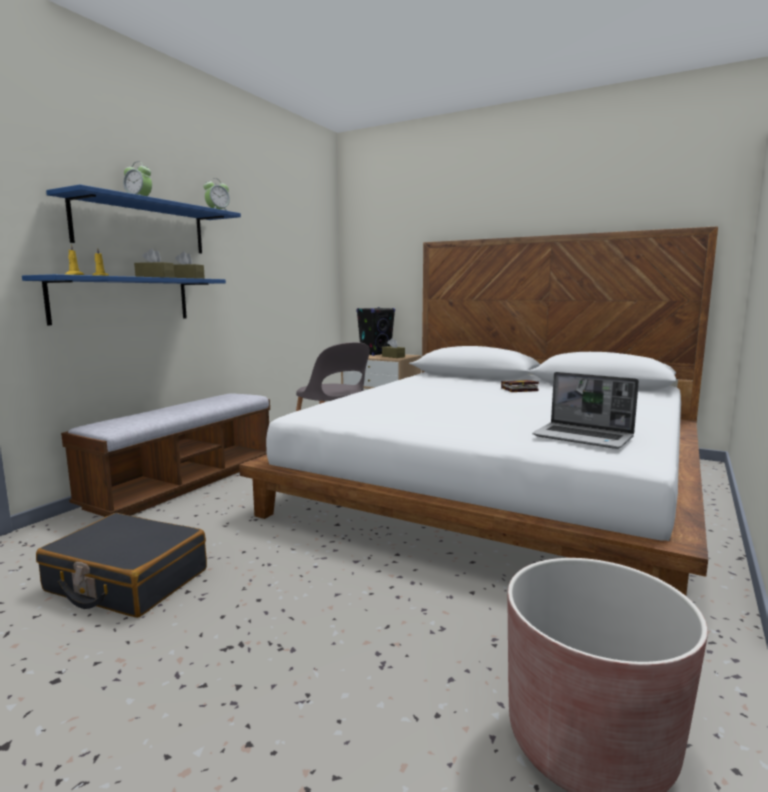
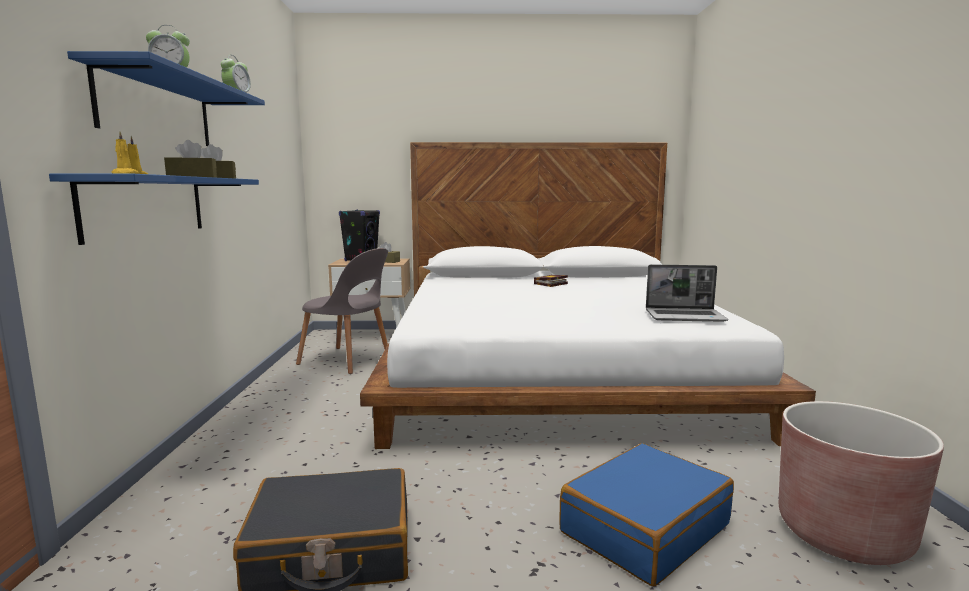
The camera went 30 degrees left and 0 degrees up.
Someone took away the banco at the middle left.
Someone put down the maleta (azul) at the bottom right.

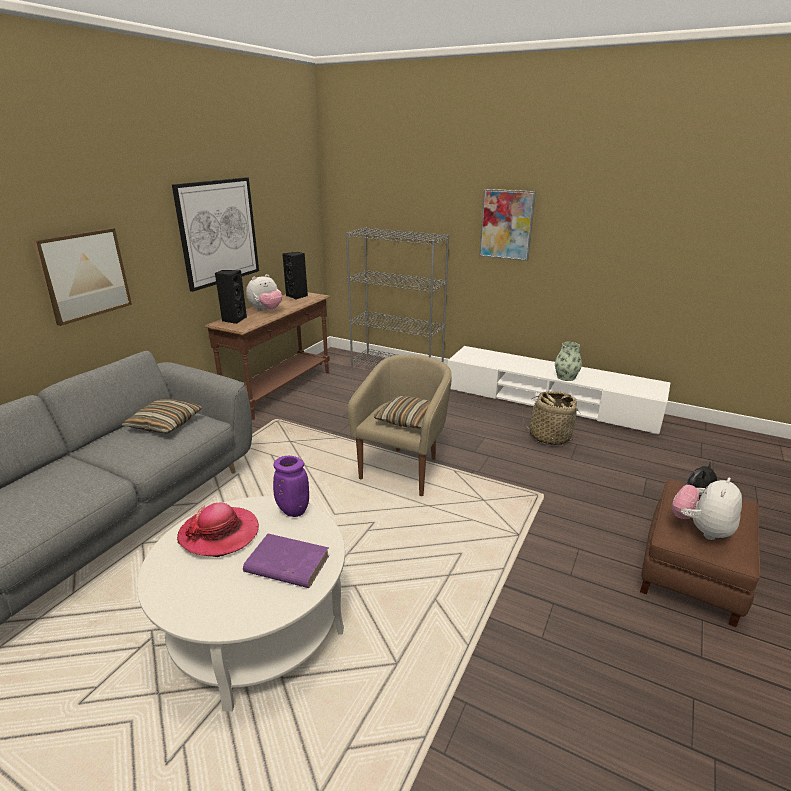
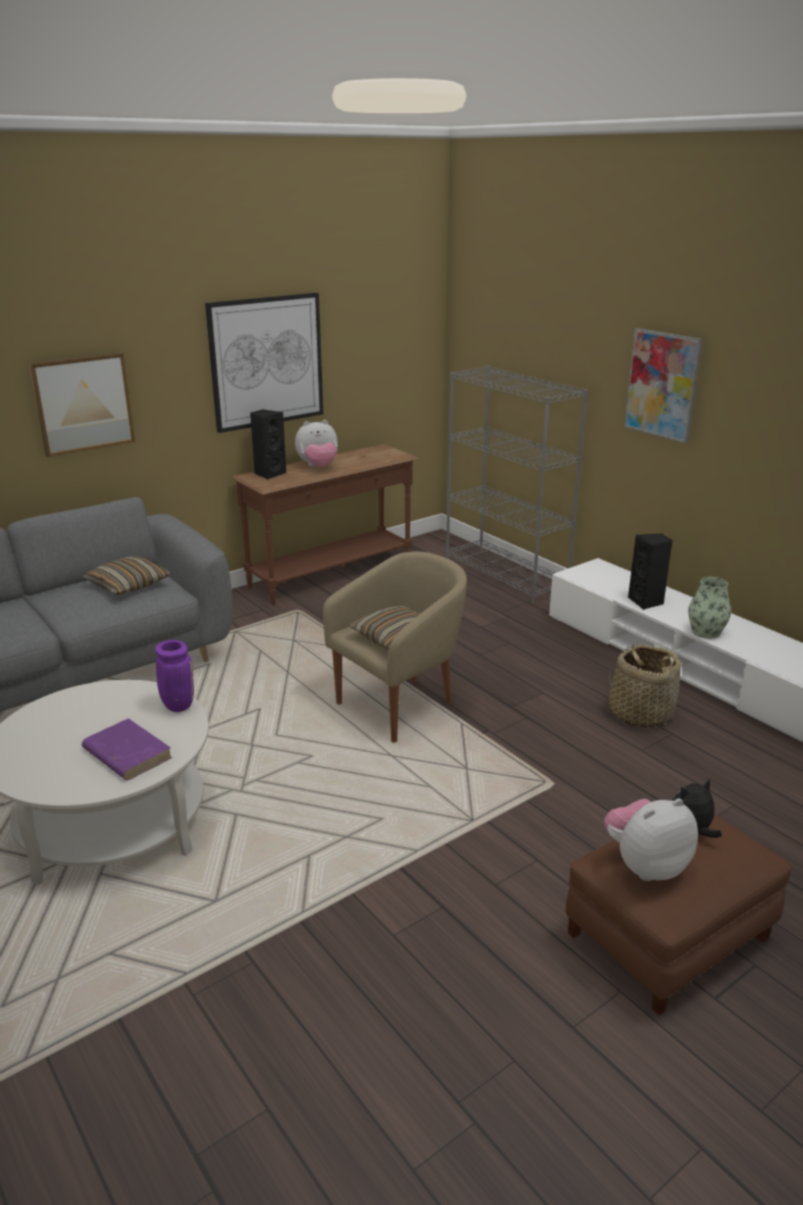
The camera went 25 degrees right and 0 degrees up.
Someone took away the sombrero at the bottom left.
Someone carried the altavoz (negro) (2nd from left) from the centre to the middle right.

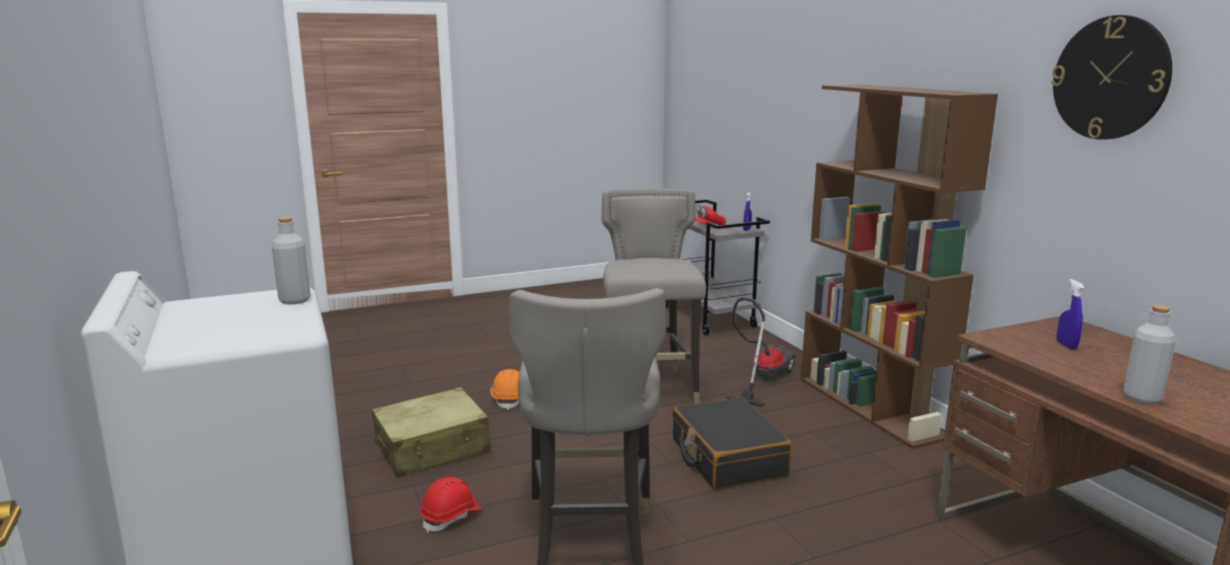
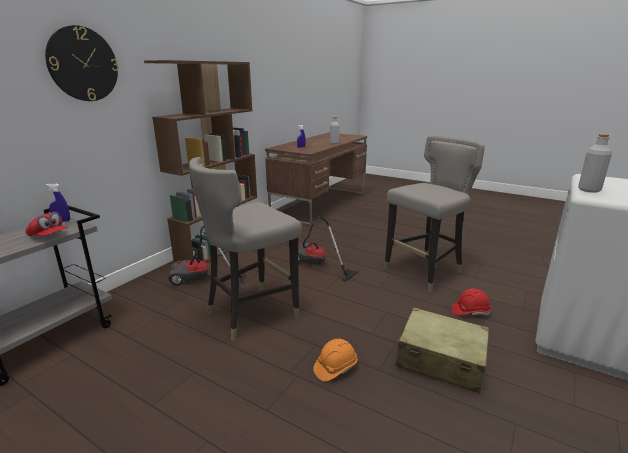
The camera went 125 degrees left and 5 degrees up.
Someone carried the reloj de pared from the top right to the top left.
Someone swapped the maleta (negro) at the bottom centre for the aspiradora (2nd from left) at the centre.

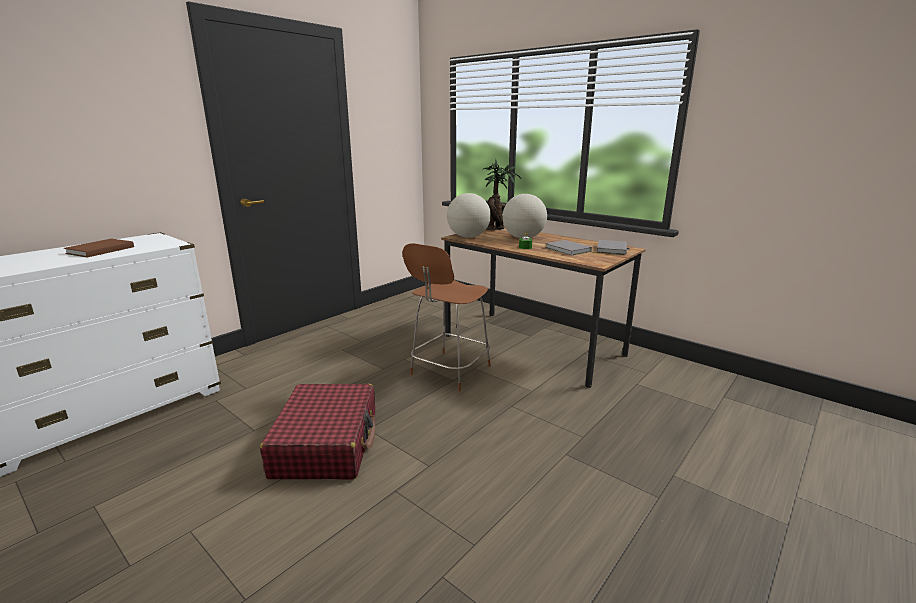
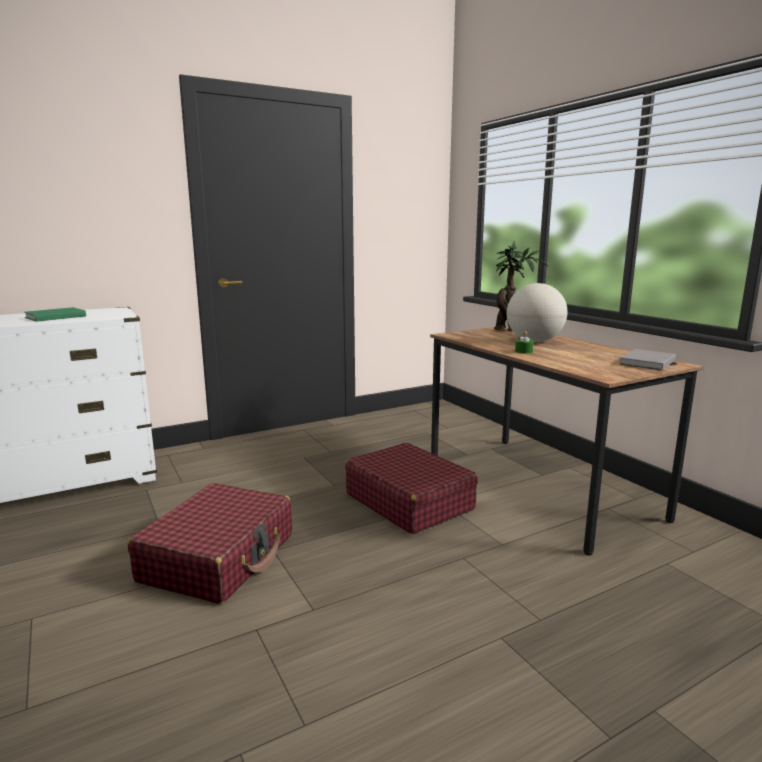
The camera went 20 degrees right and 5 degrees down.
Someone took away the globo terráqueo (1st from left) at the centre.
Someone took away the libro (gris) (1st from left) at the centre.
Someone swapped the silla (marrón) at the centre for the maleta (rojo) (2nd from left) at the centre.
Someone repainted the libro (marrón) at the middle left, which became the libro (verde) at the middle left.

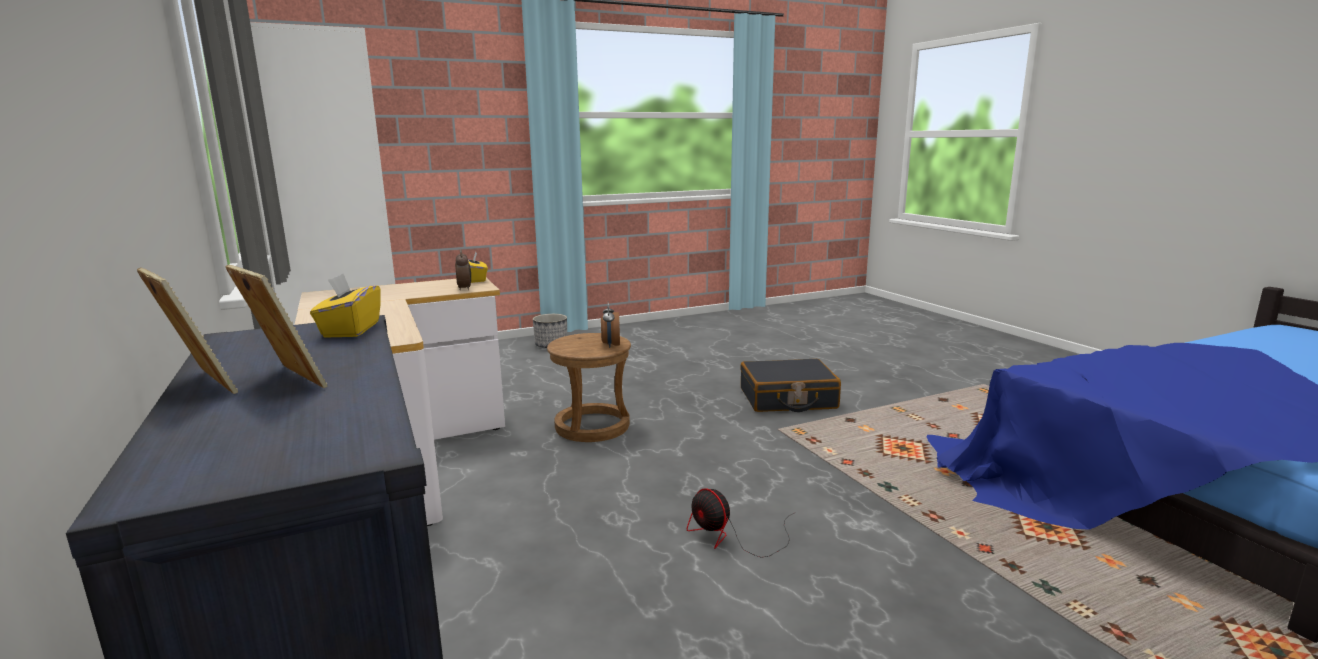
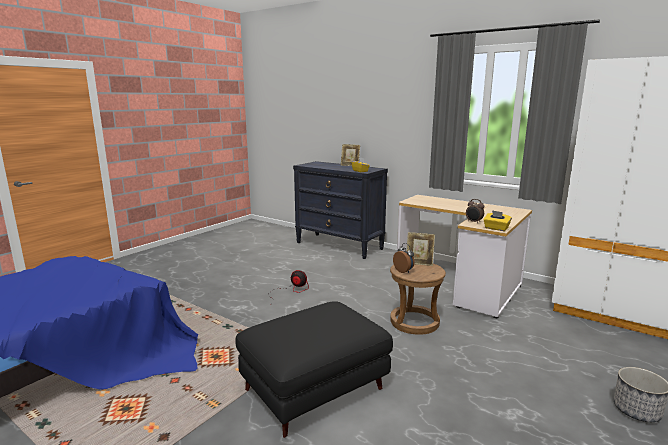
The camera went 150 degrees right and 0 degrees up.
Someone carried the portarretratos (2nd from left) from the middle left to the centre.
Someone swapped the maleta (negro) at the centre for the puf (negro) at the bottom centre.

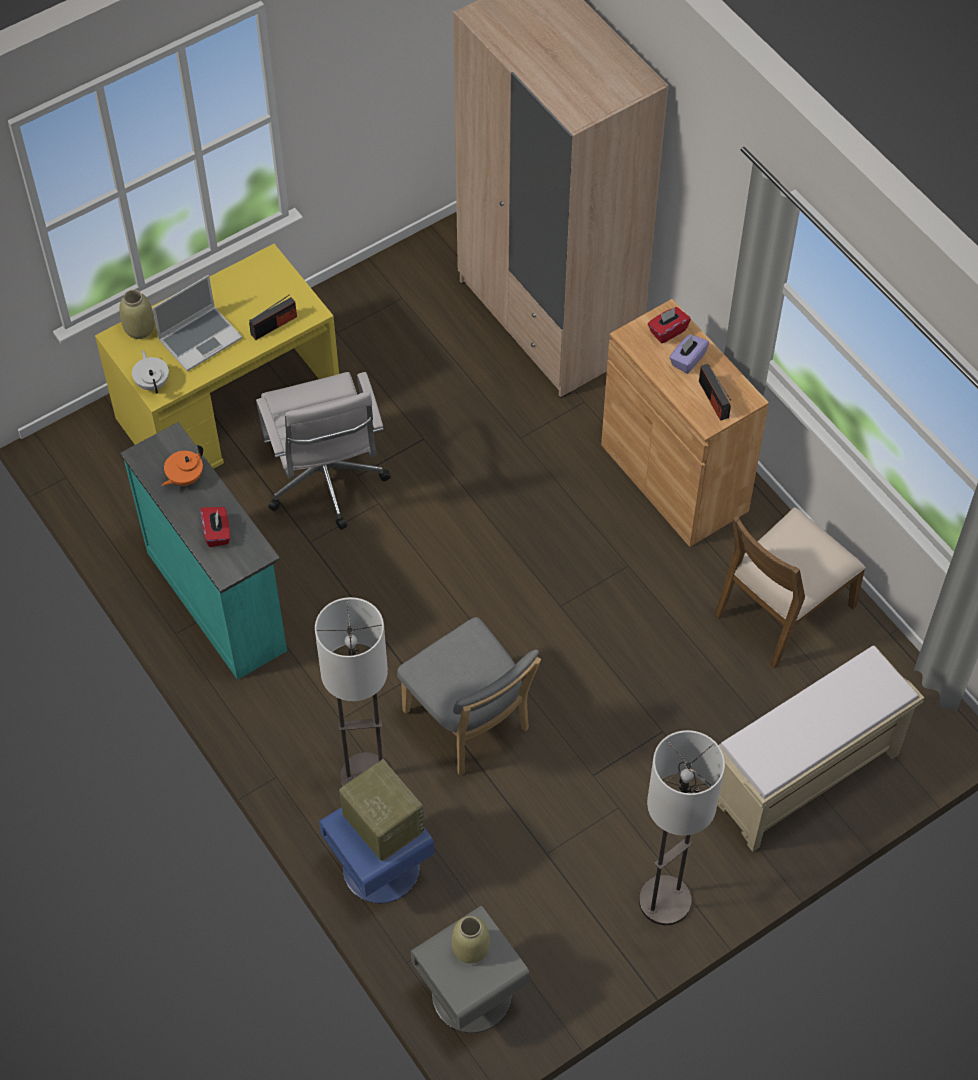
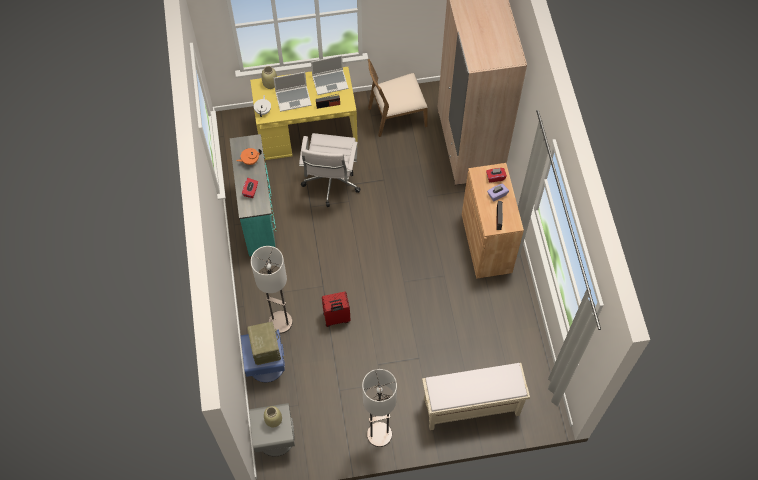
The camera went 25 degrees right and 5 degrees up.
Someone put down the portátil (2nd from left) at the top centre.
Someone carried the silla (marrón) from the middle right to the top centre.
Someone swapped the silla (gris) at the centre for the maleta (rojo) at the centre.

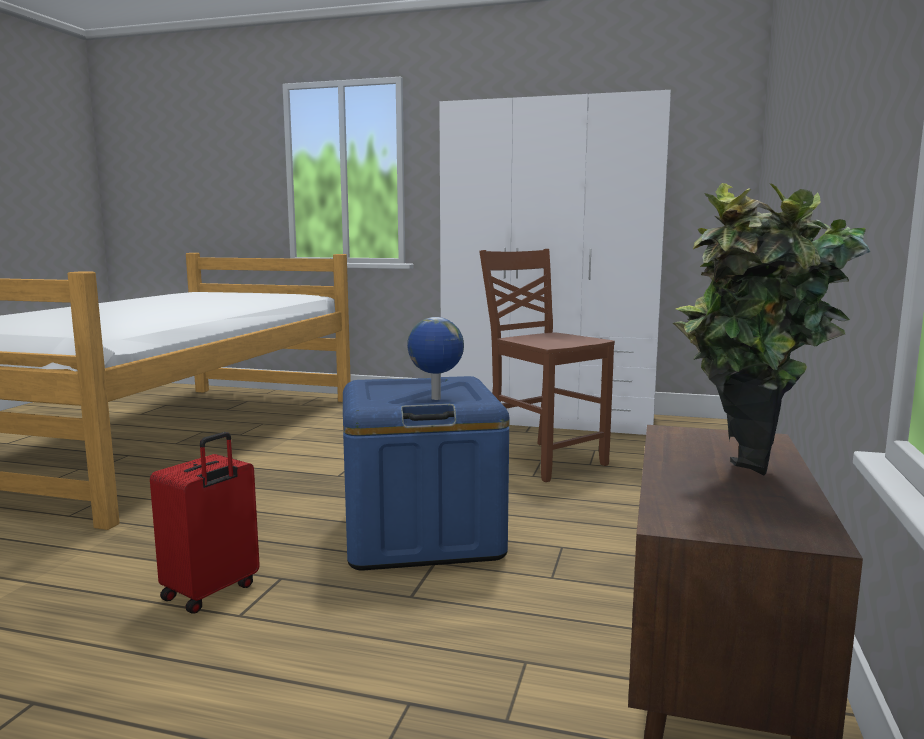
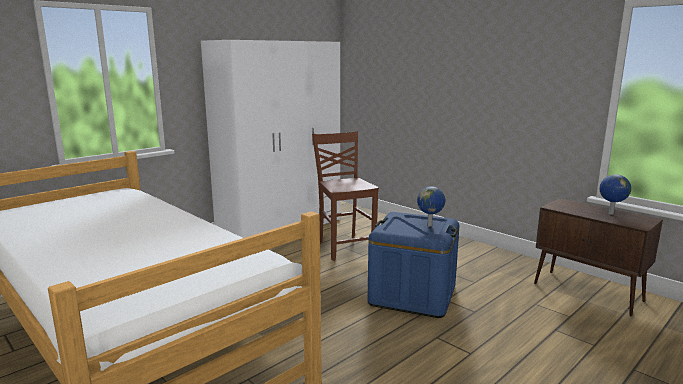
The camera went 60 degrees left and 5 degrees up.
Someone took away the maleta (rojo) at the bottom left.
Someone swapped the planta en maceta at the middle right for the globo terráqueo (2nd from left) at the middle right.
Someone rotated the silla (marrón) at the centre by 75 degrees clockwise.

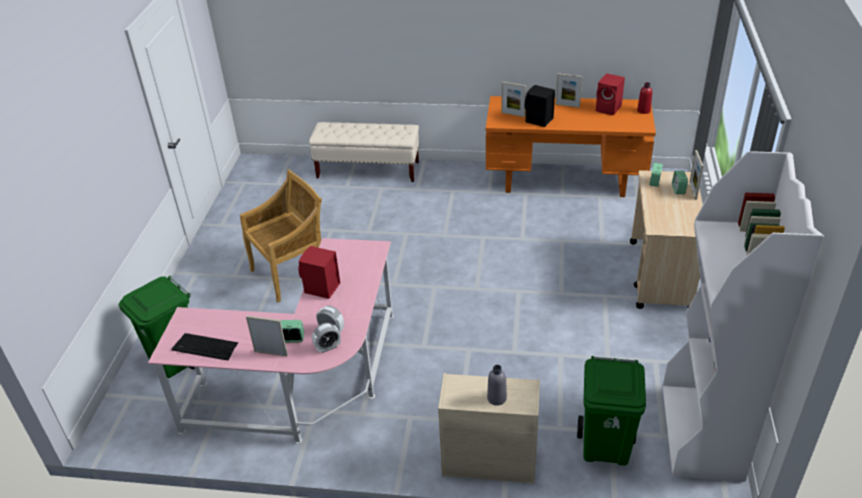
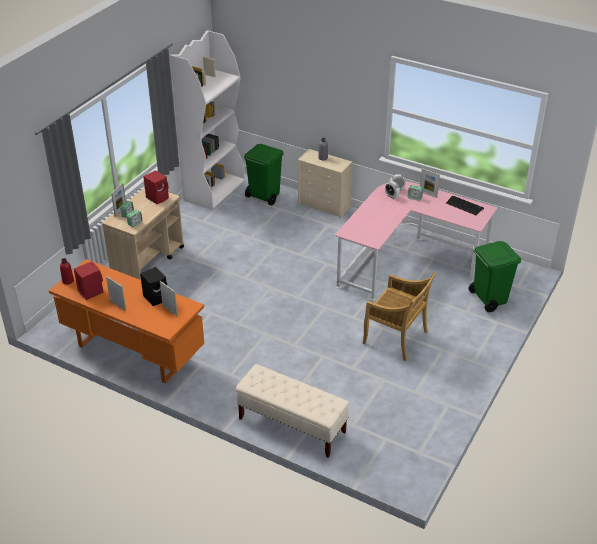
The camera went 160 degrees left and 0 degrees up.
Someone carried the altavoz (rojo) (1st from left in the first image) from the centre to the middle left.
Someone rotated the silla (beis) at the middle left by 135 degrees counterclockwise.

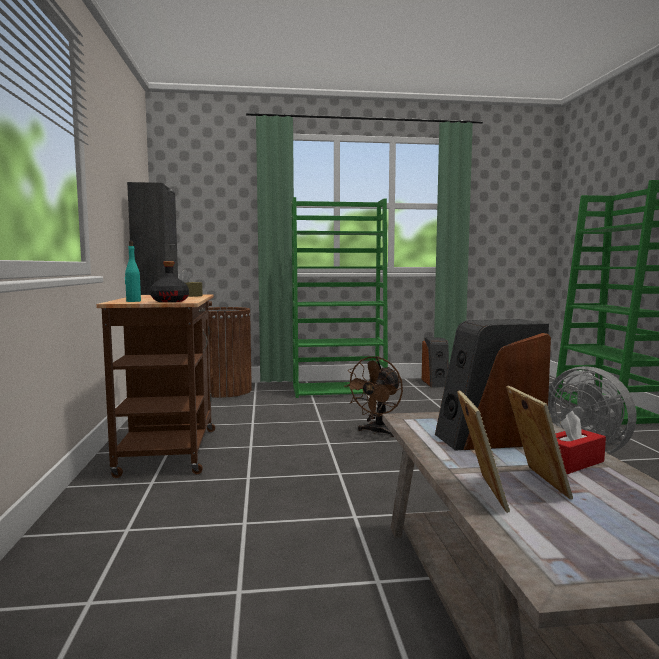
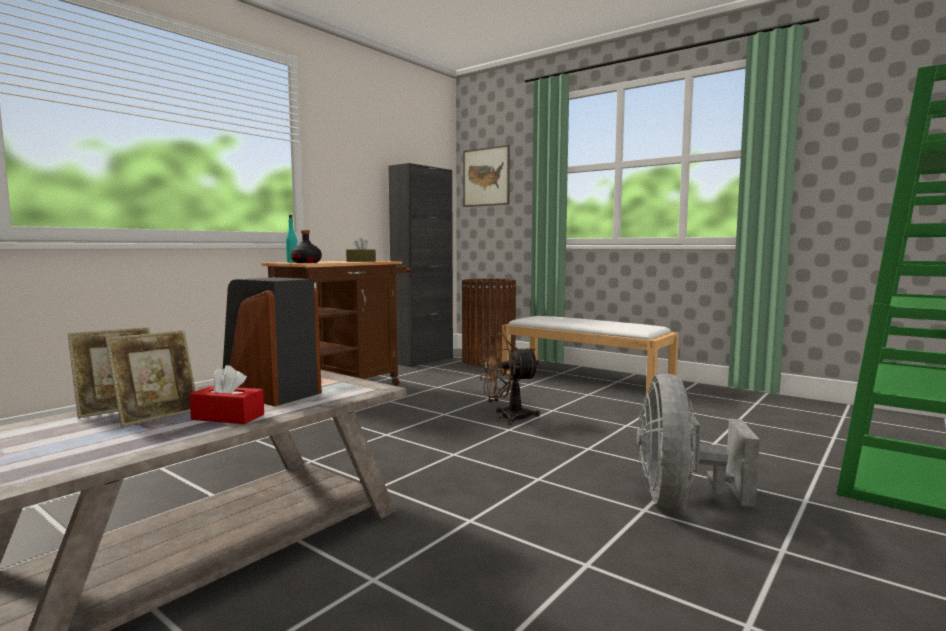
The camera went 45 degrees right and 0 degrees up.
Someone took away the altavoz (1st from left) at the centre.
Someone put up the cuadro at the top centre.
Someone swapped the estantería (verde) (1st from left) at the centre for the banco (blanco) at the centre.

